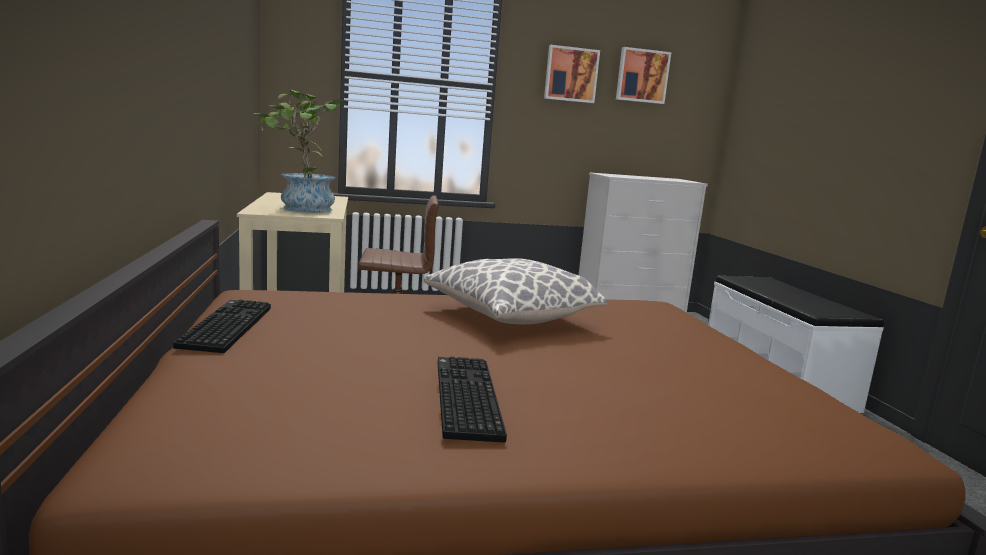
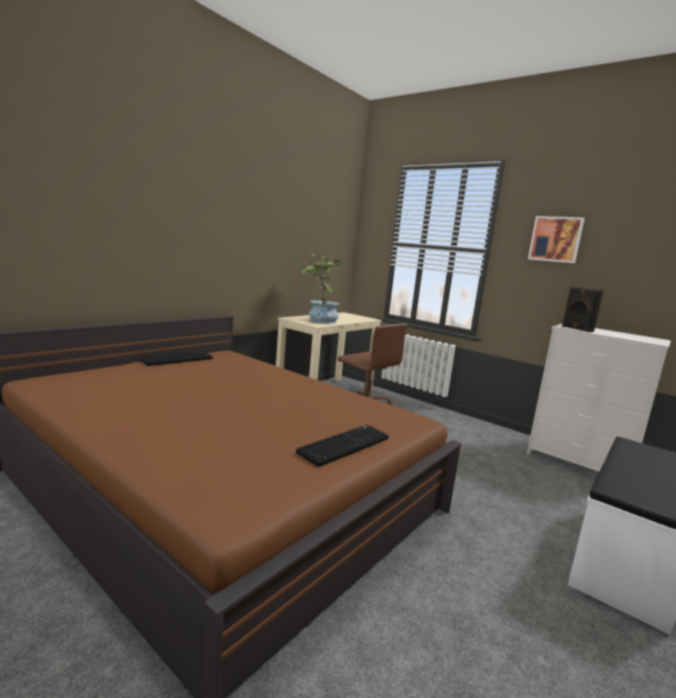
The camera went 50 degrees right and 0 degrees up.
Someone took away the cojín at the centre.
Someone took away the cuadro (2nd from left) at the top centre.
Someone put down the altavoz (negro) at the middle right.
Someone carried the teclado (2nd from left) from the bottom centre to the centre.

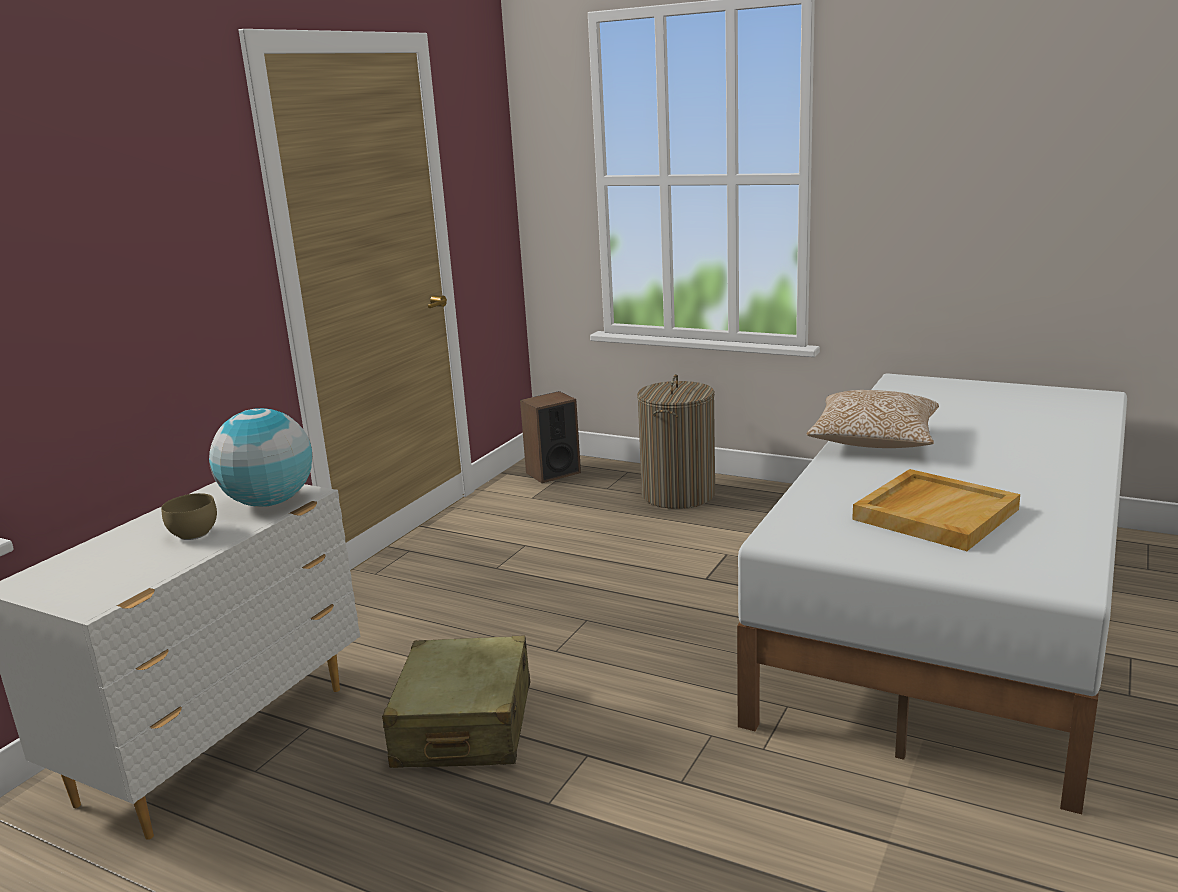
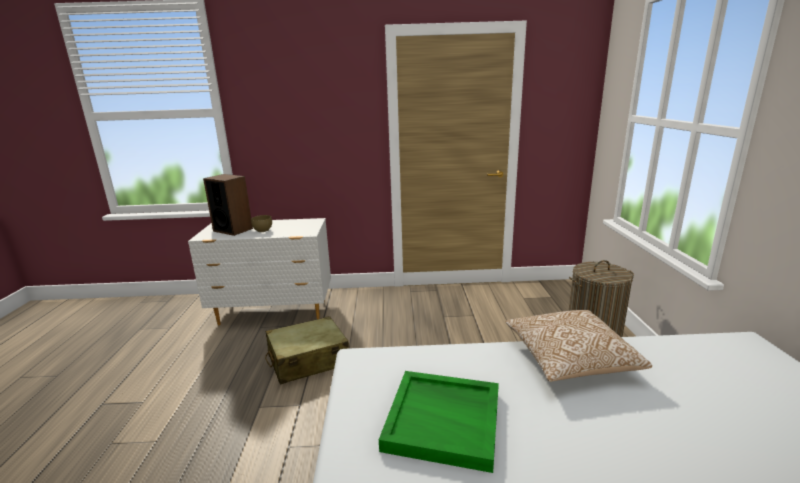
The camera went 60 degrees right and 0 degrees up.
Someone took away the globo terráqueo at the middle left.
Someone carried the altavoz from the centre to the middle left.
Someone repainted the bandeja (beis) at the middle right, which became the bandeja (verde) at the bottom centre.

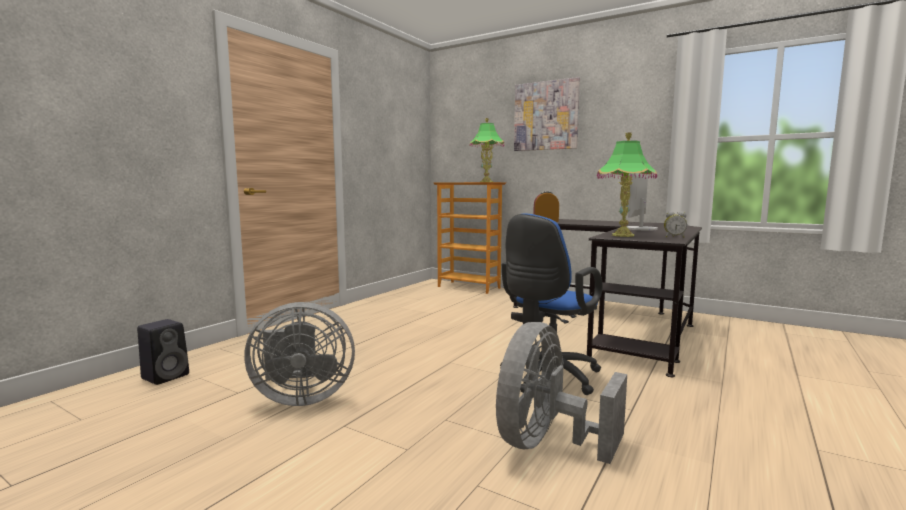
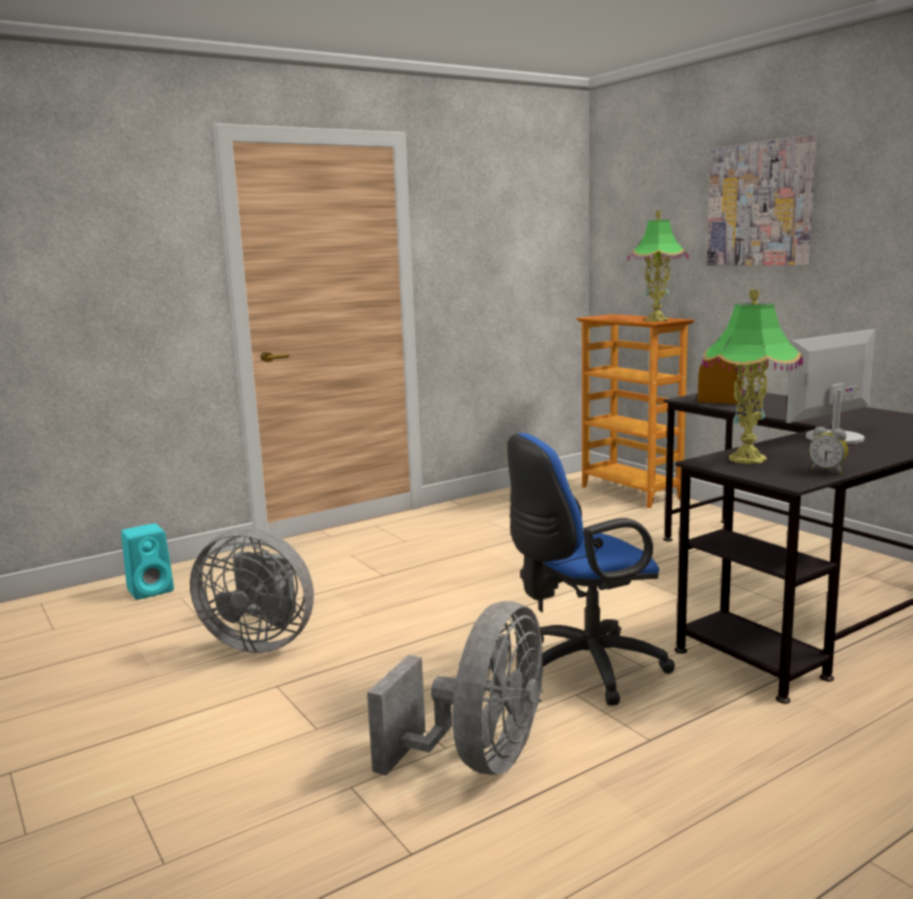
The camera went 25 degrees right and 5 degrees up.
Someone repainted the altavoz (negro) at the bottom left, which became the altavoz (turquesa) at the middle left.
Someone rotated the ventilador (gris) (2nd from left) at the bottom centre by 150 degrees clockwise.

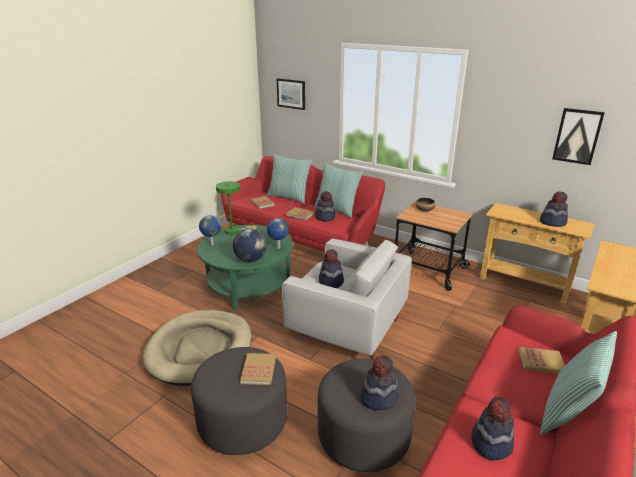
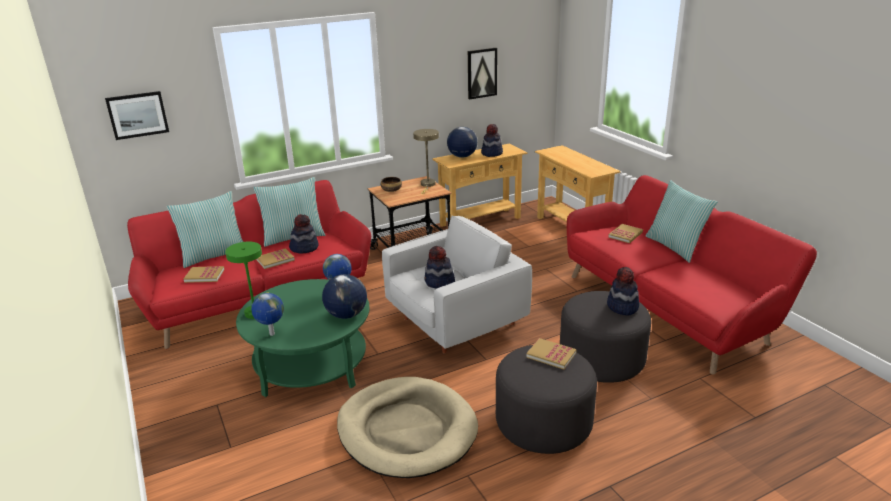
The camera went 60 degrees left and 0 degrees up.
Someone took away the sombrero (4th from left) at the bottom right.
Someone put down the lámpara de mesa (beis) at the top centre.
Someone put down the globo terráqueo (4th from left) at the top centre.

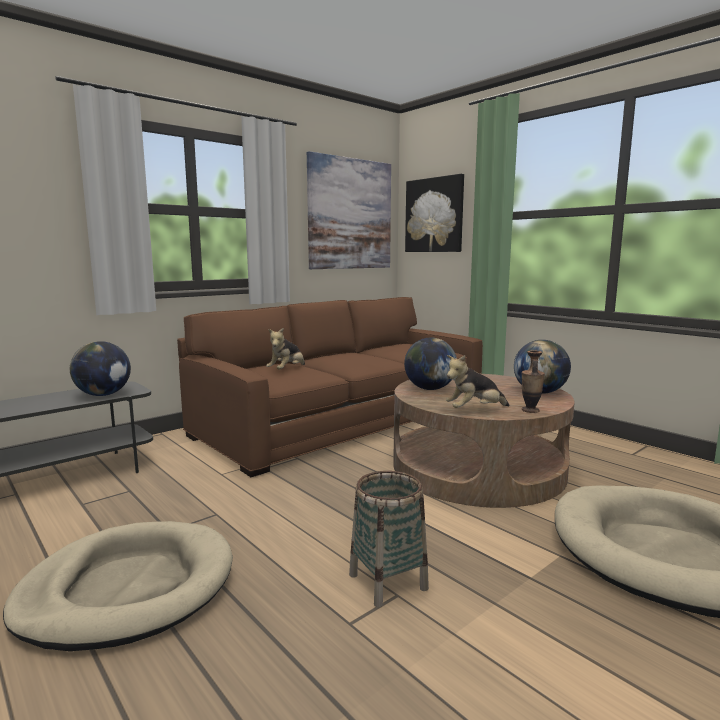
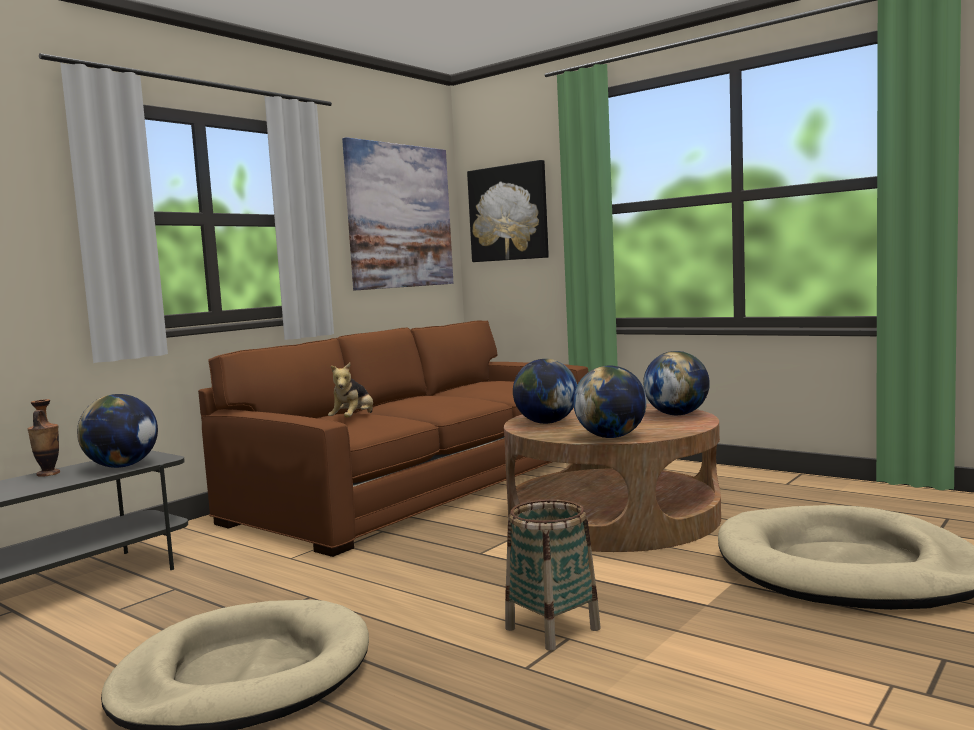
The camera went 10 degrees left and 5 degrees down.
Someone carried the florero from the middle right to the middle left.
Someone swapped the peluche (2nd from left) at the centre for the globo terráqueo (3rd from left) at the centre.

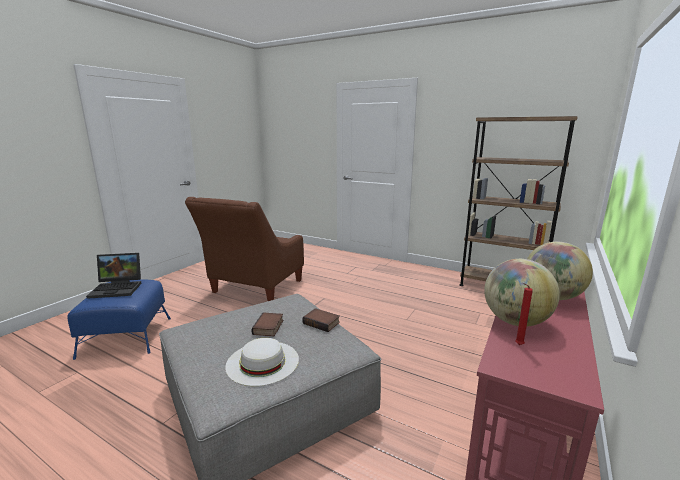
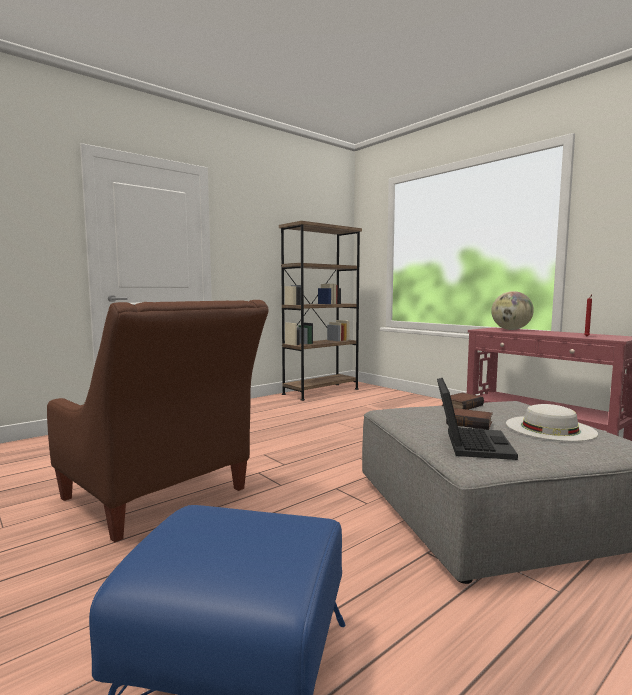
The camera went 70 degrees left and 10 degrees down.
Someone took away the globo terráqueo (1st from left) at the middle right.
Someone carried the portátil from the middle left to the middle right.

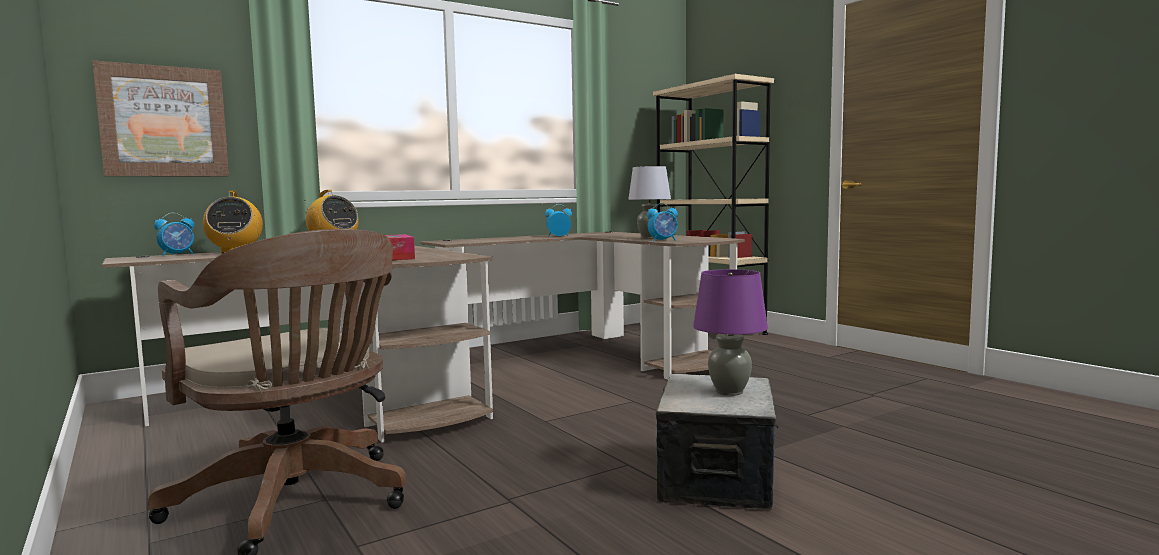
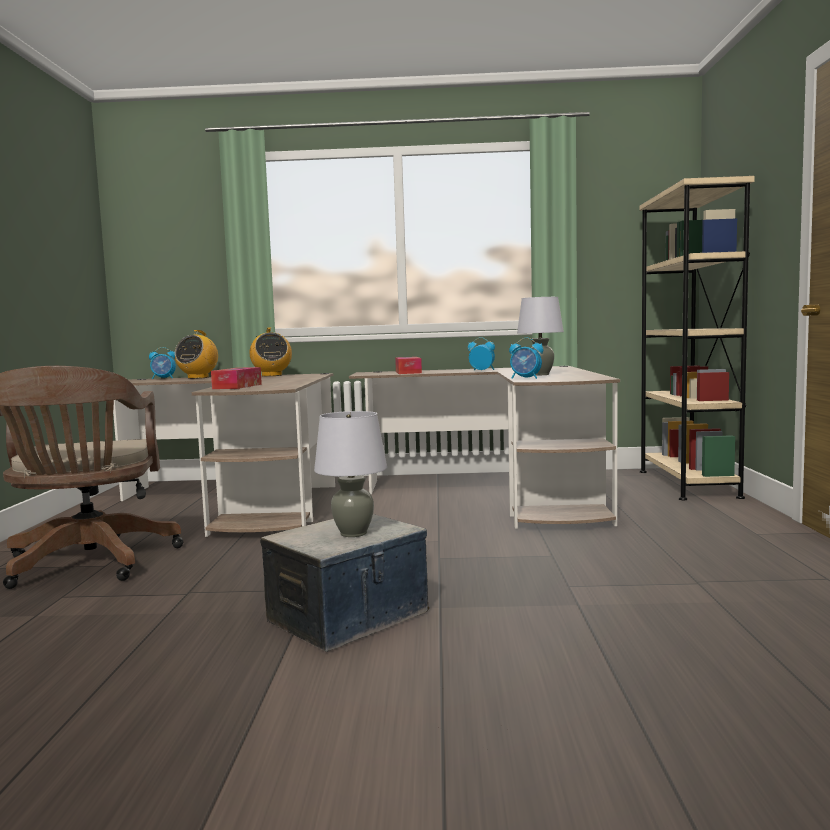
The camera went 35 degrees right and 0 degrees up.
Someone took away the cuadro at the top left.
Someone put down the caja de pañuelos (2nd from left) at the centre.
Someone repainted the lámpara de mesa (morado) at the centre, which became the lámpara de mesa (gris) (1st from left) at the centre.

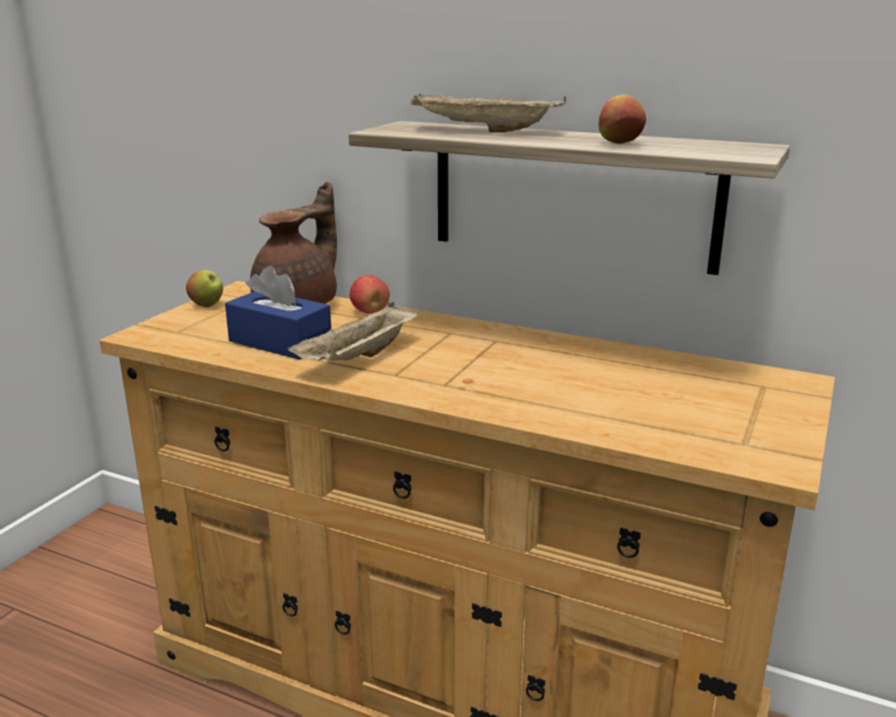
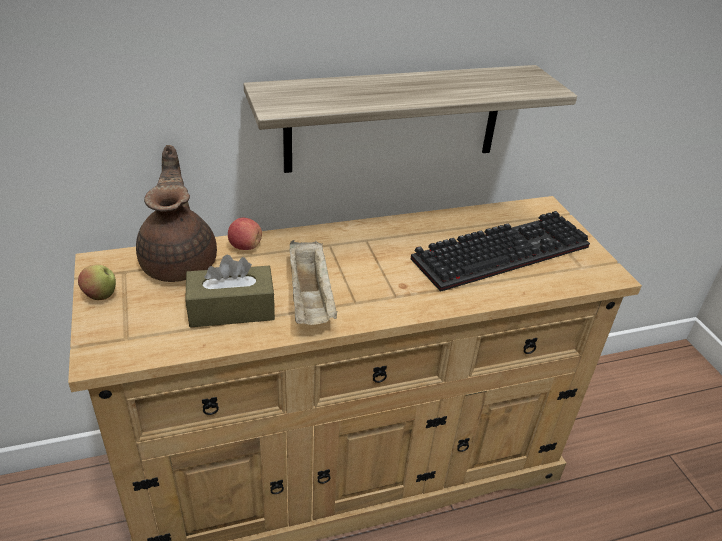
The camera went 45 degrees left and 15 degrees up.
Someone took away the bandeja (beis) (2nd from left) at the top centre.
Someone took away the manzana (3rd from left) at the top right.
Someone put down the teclado at the middle right.
Someone repainted the caja de pañuelos (azul) at the middle left, which became the caja de pañuelos (marrón) at the middle left.

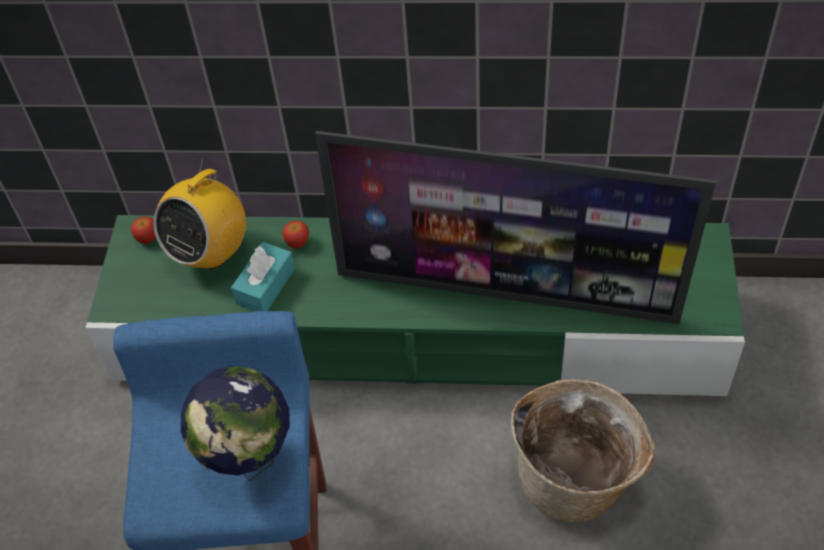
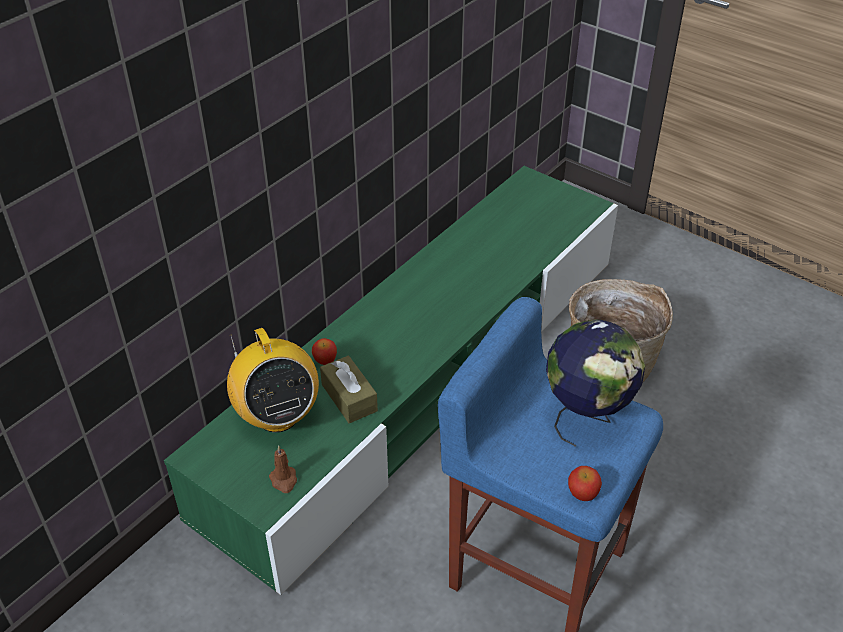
The camera went 60 degrees left and 10 degrees down.
Someone took away the televisor at the centre.
Someone put down the vela (marrón) at the bottom centre.
Someone carried the manzana (1st from left in the first image) from the middle left to the bottom right.
Someone repainted the caja de pañuelos (turquesa) at the middle left, which became the caja de pañuelos (marrón) at the centre.

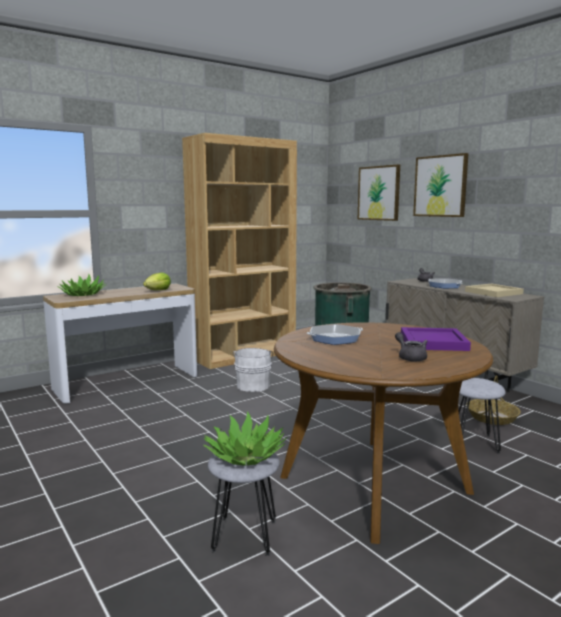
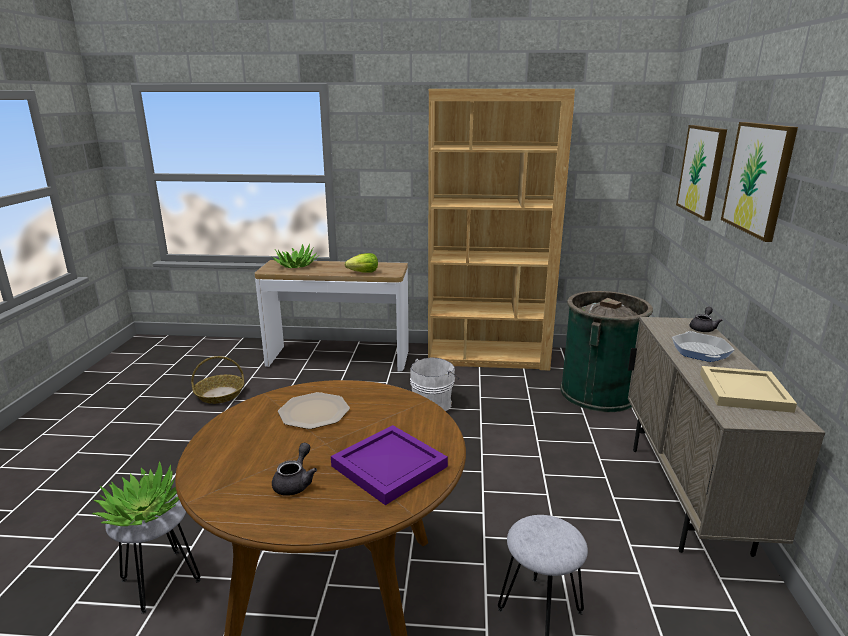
The camera went 40 degrees right and 10 degrees up.
Someone carried the cesta from the middle right to the middle left.
Someone swapped the sartén (1st from left) at the centre for the plato at the centre.

